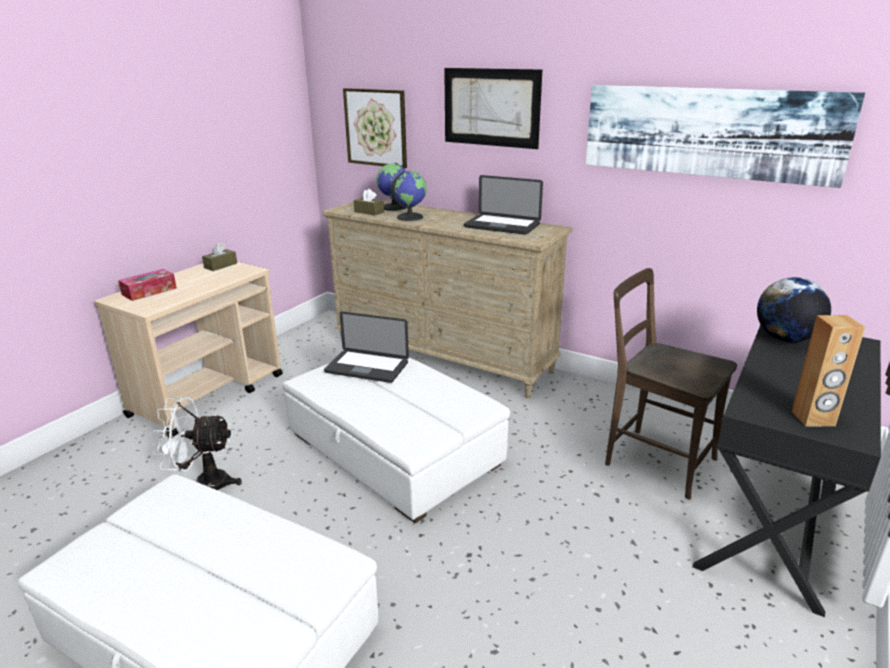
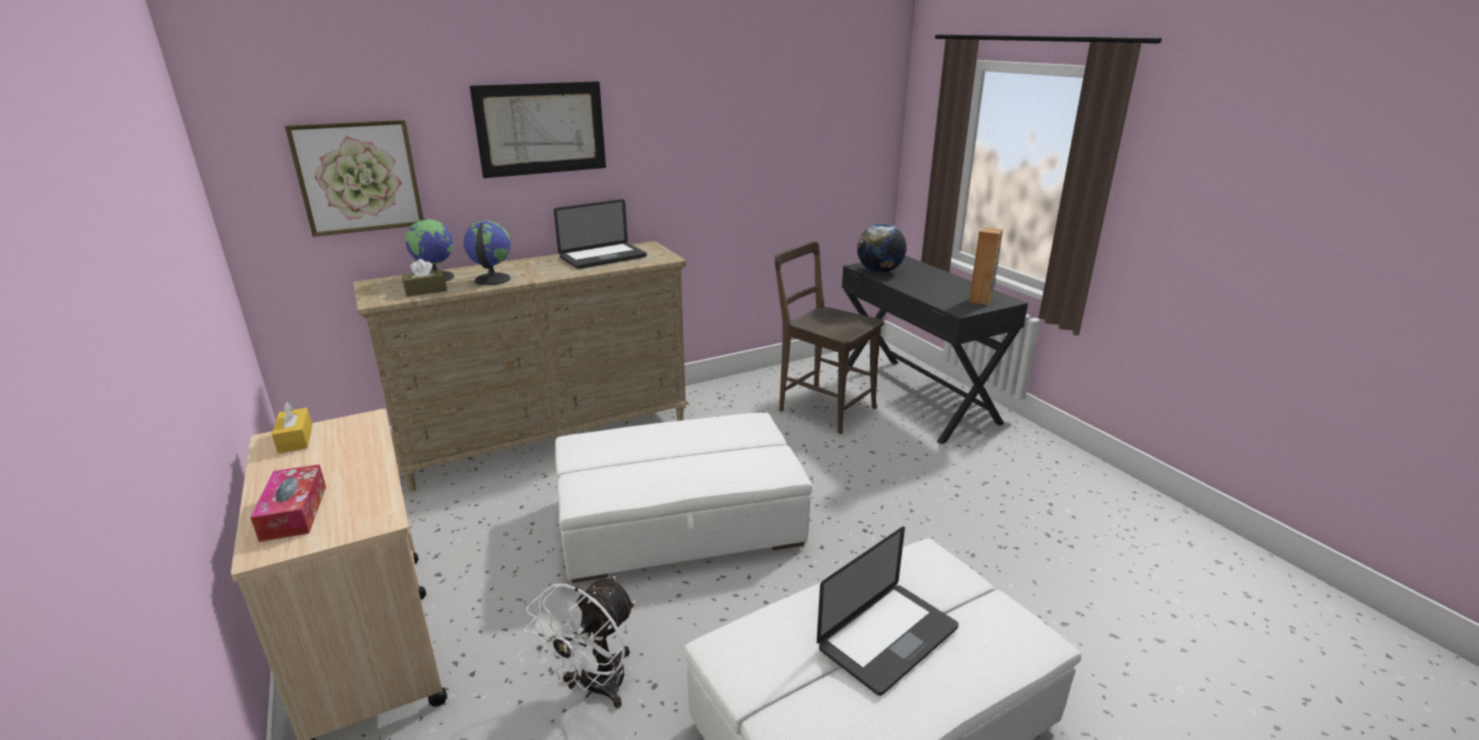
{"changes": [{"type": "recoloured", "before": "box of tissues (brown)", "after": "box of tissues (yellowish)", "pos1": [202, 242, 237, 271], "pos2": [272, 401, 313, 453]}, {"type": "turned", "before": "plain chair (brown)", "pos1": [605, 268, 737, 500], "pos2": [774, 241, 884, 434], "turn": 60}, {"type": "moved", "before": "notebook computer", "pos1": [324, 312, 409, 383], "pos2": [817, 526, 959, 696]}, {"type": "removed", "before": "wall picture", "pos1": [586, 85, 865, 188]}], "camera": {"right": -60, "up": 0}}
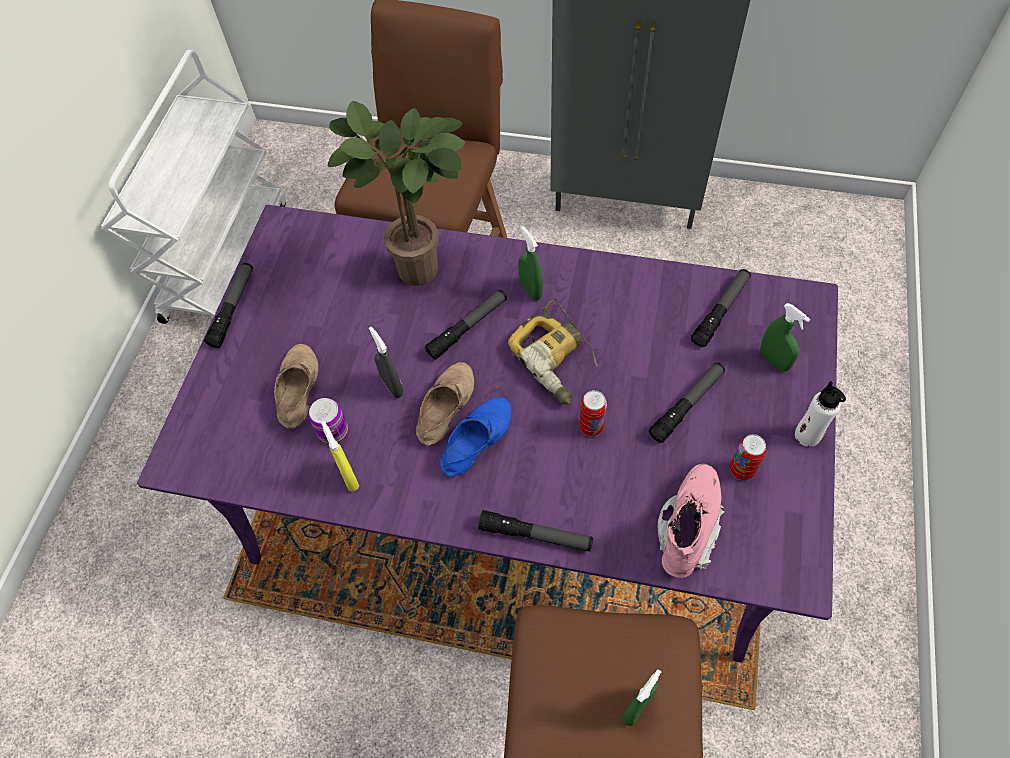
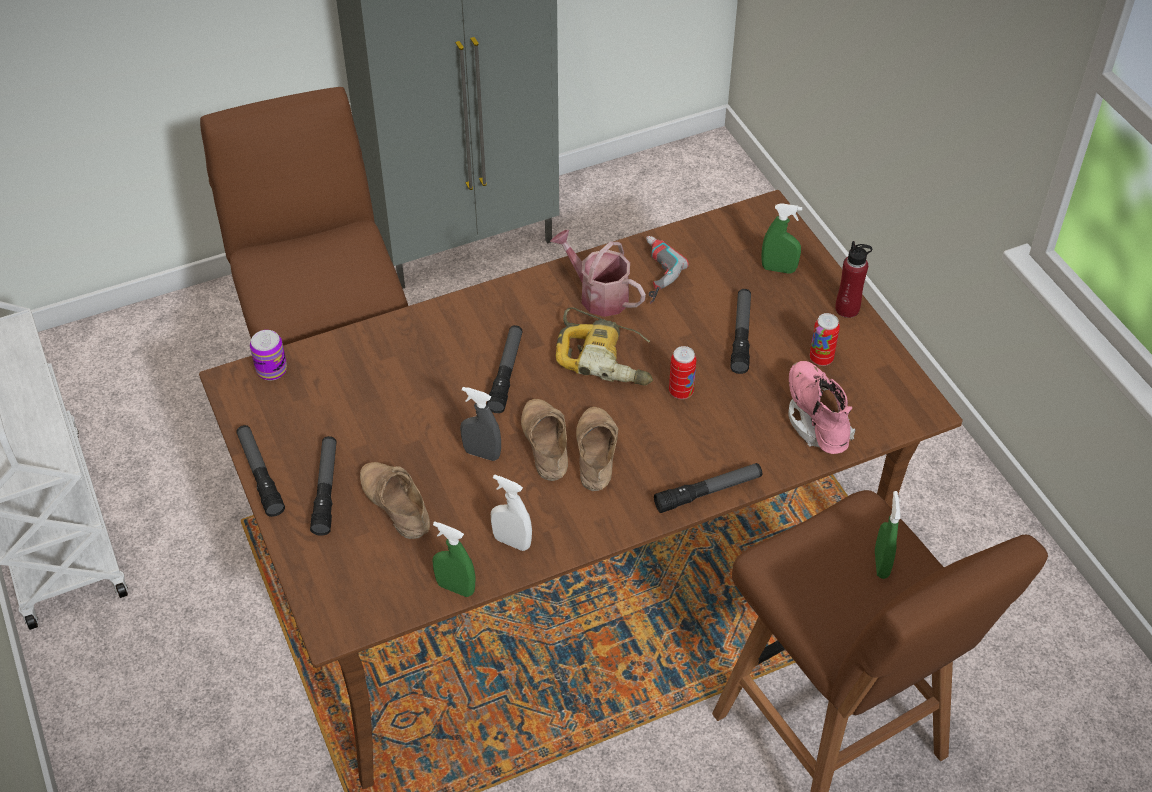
{"changes": [{"type": "recoloured", "before": "dining table (purplish)", "after": "dining table (brown)", "pos1": [137, 205, 838, 663], "pos2": [199, 190, 963, 789]}, {"type": "moved", "before": "can", "pos1": [308, 398, 348, 444], "pos2": [250, 330, 287, 381]}, {"type": "moved", "before": "hand torch", "pos1": [691, 269, 751, 347], "pos2": [310, 436, 337, 536]}, {"type": "moved", "before": "spray bottle (green)", "pos1": [518, 226, 543, 300], "pos2": [433, 521, 475, 597]}, {"type": "recoloured", "before": "spray bottle (yellowish)", "after": "spray bottle (white)", "pos1": [321, 421, 359, 492], "pos2": [491, 475, 532, 551]}, {"type": "added", "after": "watering can", "pos2": [550, 230, 646, 317]}, {"type": "recoloured", "before": "shoe (blue)", "after": "shoe (beige-coloured)", "pos1": [440, 397, 512, 477], "pos2": [576, 407, 618, 491]}, {"type": "added", "after": "power drill", "pos2": [646, 236, 689, 304]}, {"type": "recoloured", "before": "beverage bottle (white)", "after": "beverage bottle (red-coloured)", "pos1": [795, 381, 846, 447], "pos2": [835, 241, 872, 318]}, {"type": "removed", "before": "houseplant", "pos1": [327, 101, 465, 286]}], "camera": {"right": -40, "up": -10}}
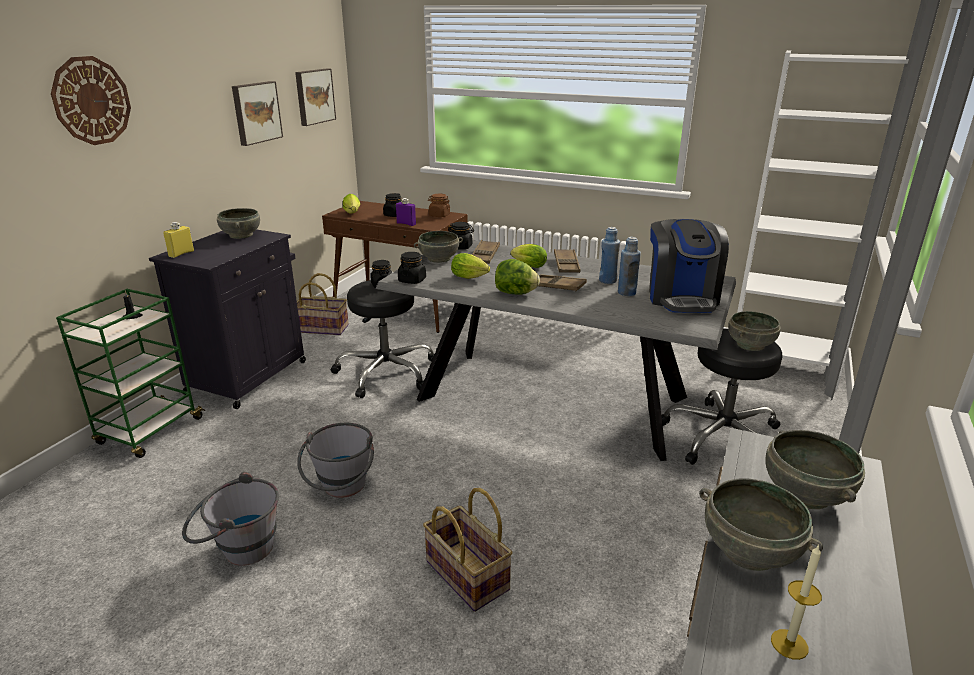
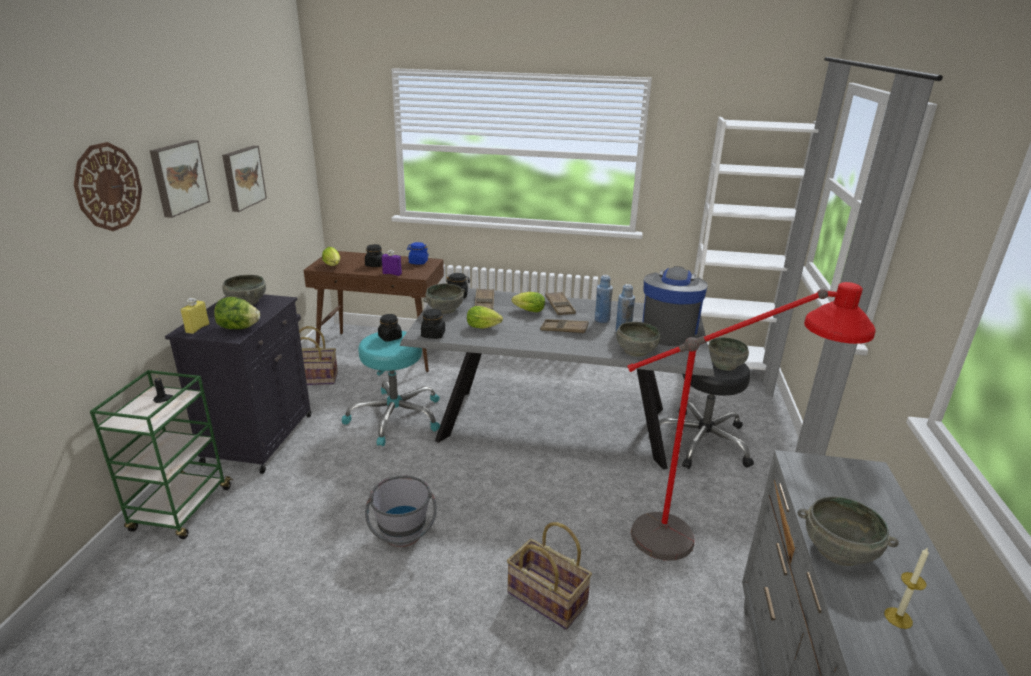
{"changes": [{"type": "moved", "before": "wall picture", "pos1": [295, 68, 336, 126], "pos2": [150, 140, 210, 218]}, {"type": "moved", "before": "lettuce", "pos1": [495, 259, 540, 295], "pos2": [214, 297, 260, 329]}, {"type": "recoloured", "before": "stool seat (black)", "after": "stool seat (turquoise-coloured)", "pos1": [331, 280, 435, 398], "pos2": [342, 331, 440, 446]}, {"type": "recoloured", "before": "preserve jar (brown)", "after": "preserve jar (blue)", "pos1": [428, 194, 450, 217], "pos2": [407, 242, 429, 265]}, {"type": "moved", "before": "serving bowl (gray)", "pos1": [765, 430, 865, 509], "pos2": [616, 322, 660, 357]}, {"type": "added", "after": "floor lamp (red-coloured)", "pos2": [627, 282, 875, 561]}, {"type": "turned", "before": "coffee machine", "pos1": [649, 219, 729, 313], "pos2": [642, 266, 708, 346], "turn": -150}, {"type": "removed", "before": "bucket (gray)", "pos1": [182, 472, 279, 566]}], "camera": {"right": -15, "up": 0}}
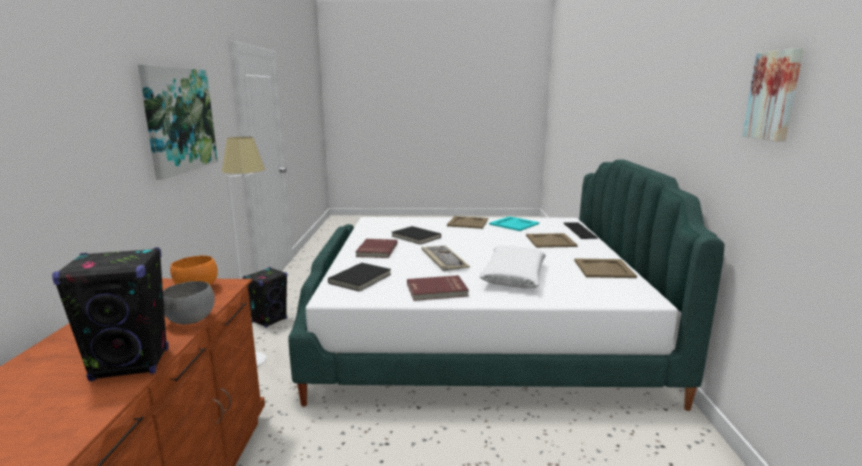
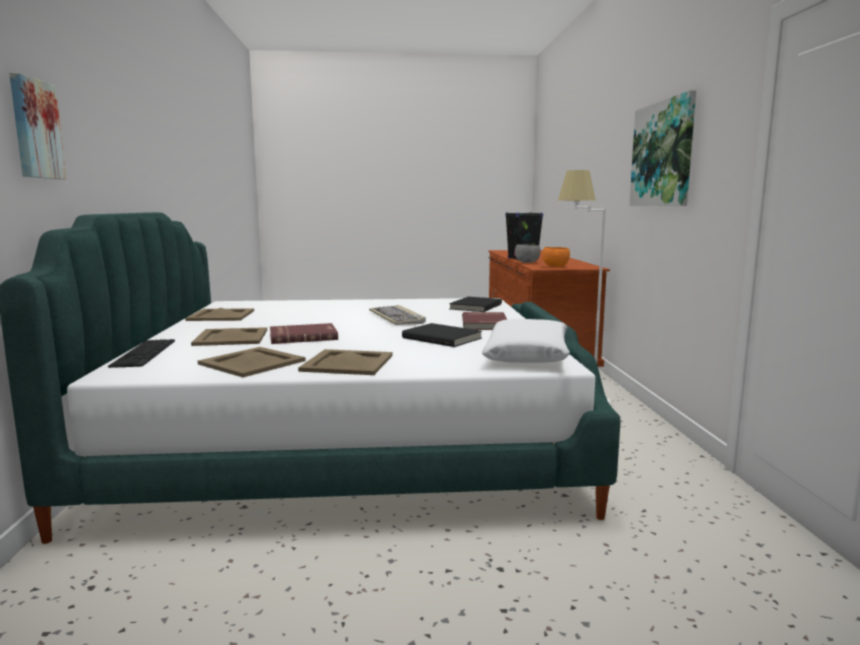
{"changes": [{"type": "moved", "before": "wall picture", "pos1": [742, 48, 804, 142], "pos2": [9, 73, 66, 179]}, {"type": "recoloured", "before": "carrying tray (turquoise-coloured)", "after": "carrying tray (beige-coloured)", "pos1": [489, 216, 539, 231], "pos2": [198, 347, 306, 377]}, {"type": "moved", "before": "bound book (red-coloured)", "pos1": [407, 275, 469, 301], "pos2": [270, 323, 338, 344]}, {"type": "moved", "before": "pillow (white)", "pos1": [479, 246, 546, 288], "pos2": [482, 319, 570, 363]}, {"type": "removed", "before": "speaker (black)", "pos1": [243, 267, 288, 328]}], "camera": {"right": 175, "up": -5}}
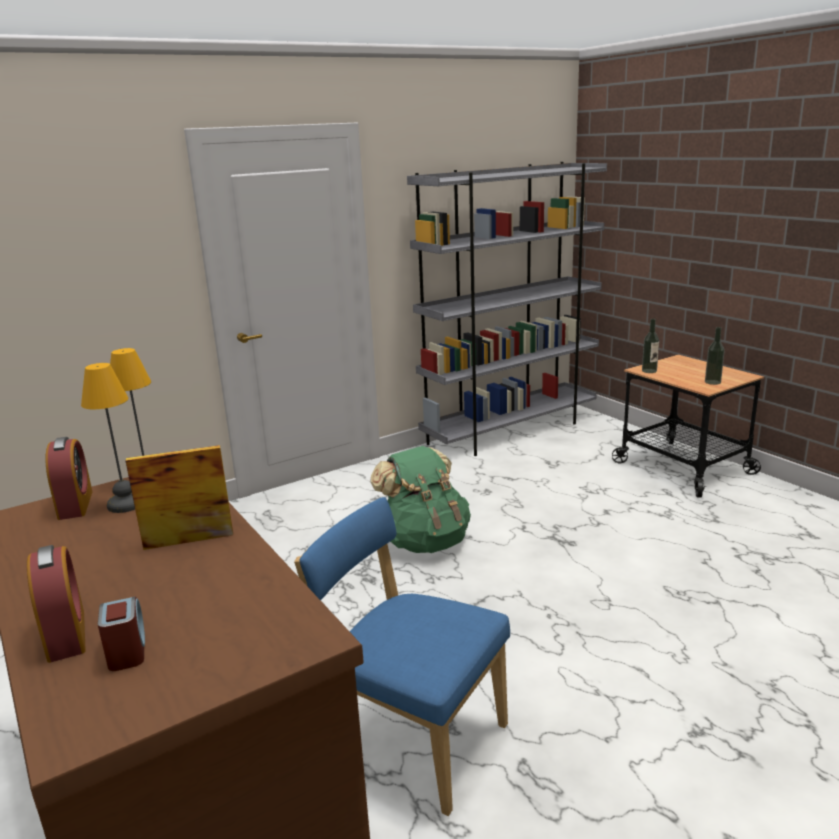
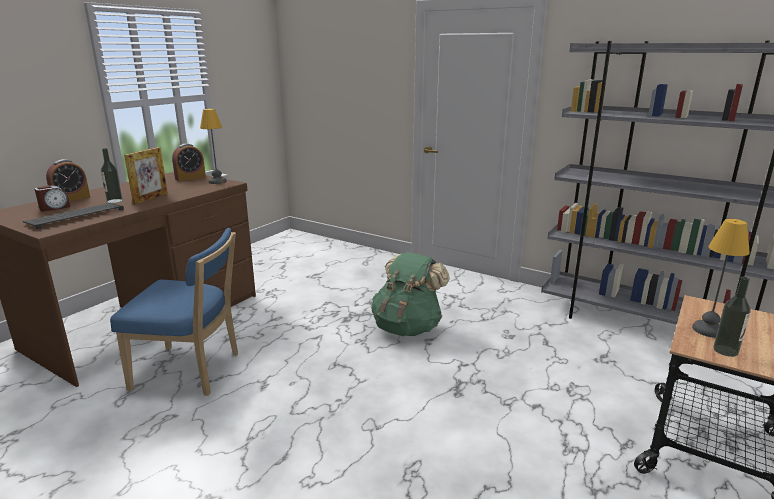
{"changes": [{"type": "added", "after": "PC keyboard", "pos2": [22, 203, 124, 229]}, {"type": "moved", "before": "beverage bottle", "pos1": [642, 319, 659, 373], "pos2": [101, 148, 123, 203]}, {"type": "turned", "before": "plain chair (blue)", "pos1": [294, 497, 510, 816], "pos2": [110, 228, 238, 396], "turn": 90}, {"type": "turned", "before": "photo frame", "pos1": [125, 445, 233, 550], "pos2": [124, 147, 168, 204], "turn": 60}, {"type": "moved", "before": "table lamp", "pos1": [81, 363, 135, 513], "pos2": [692, 219, 750, 338]}], "camera": {"right": 65, "up": 0}}
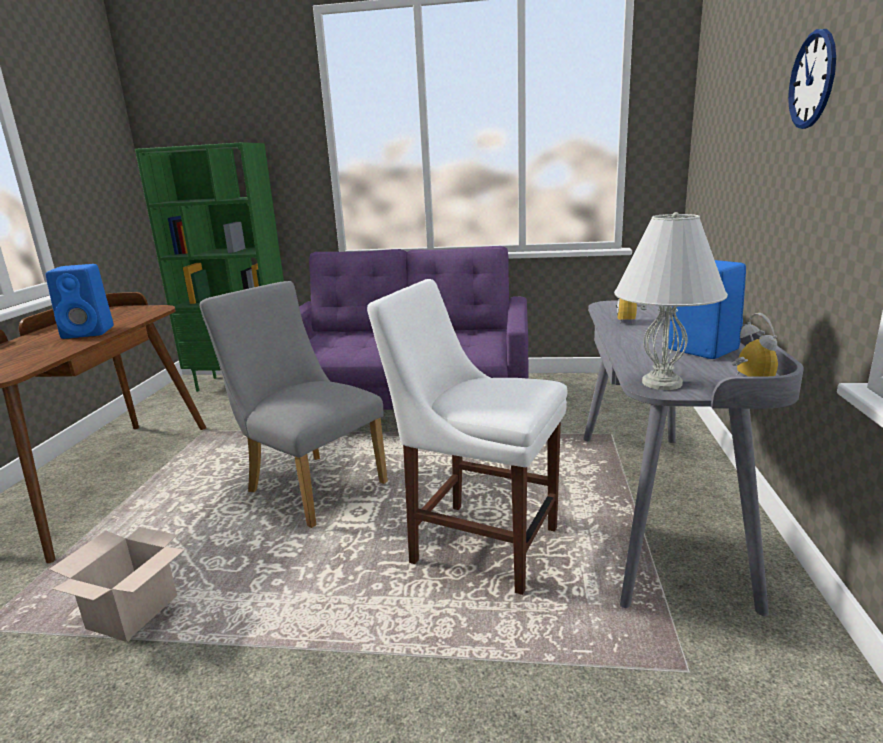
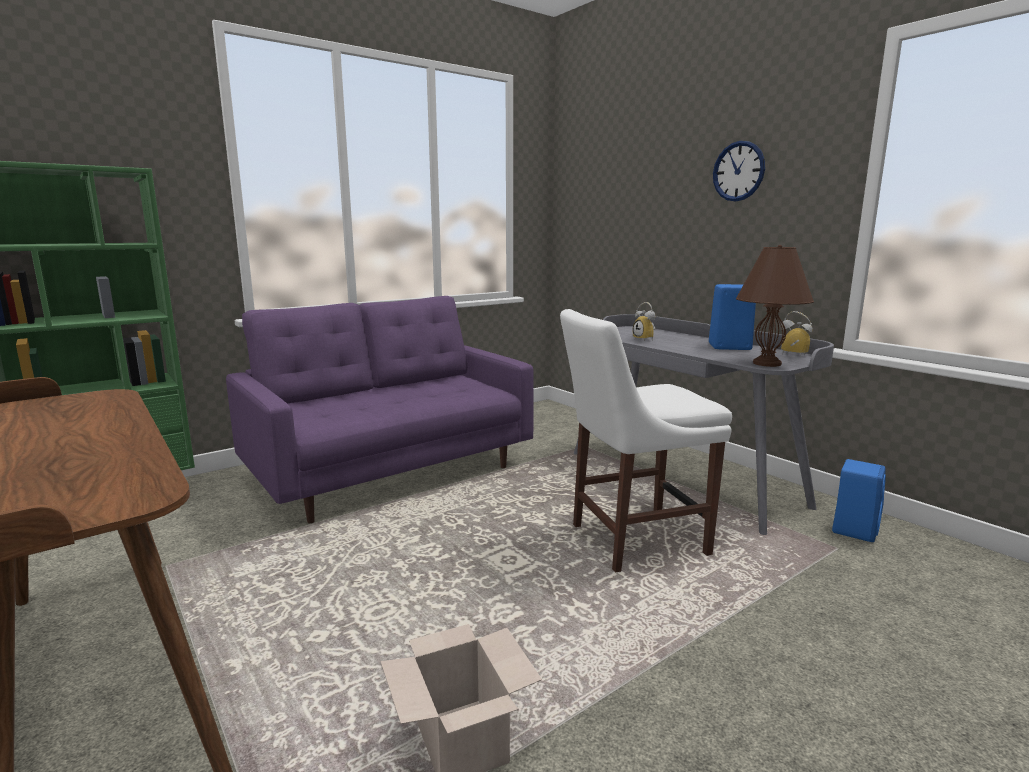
{"changes": [{"type": "recoloured", "before": "table lamp (white)", "after": "table lamp (brown)", "pos1": [614, 212, 728, 390], "pos2": [736, 245, 814, 367]}, {"type": "moved", "before": "speaker (blue)", "pos1": [46, 264, 114, 339], "pos2": [832, 459, 886, 542]}, {"type": "removed", "before": "plain chair (gray)", "pos1": [199, 281, 388, 528]}], "camera": {"right": -45, "up": -5}}
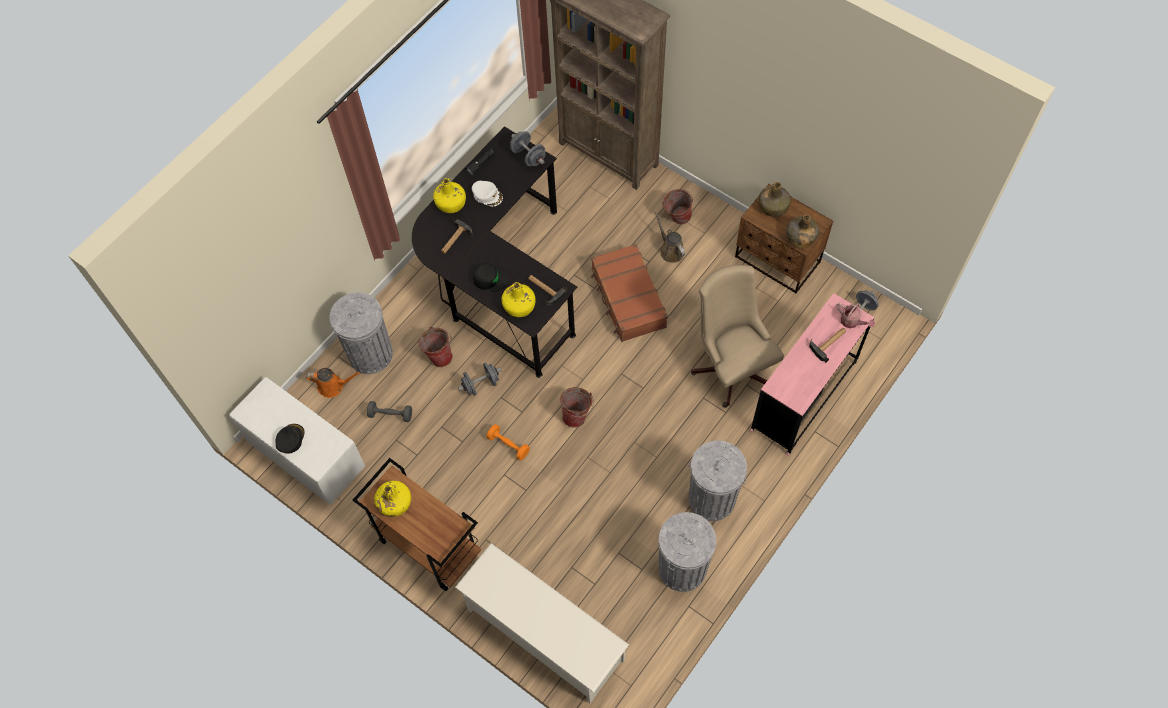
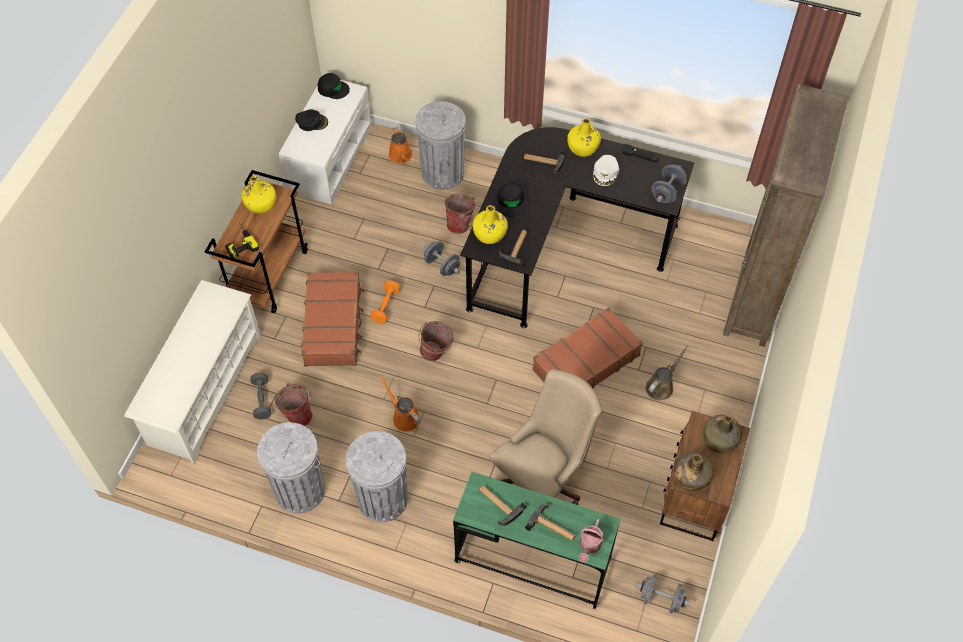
{"changes": [{"type": "added", "after": "power drill", "pos2": [225, 222, 259, 258]}, {"type": "moved", "before": "free weight (gray)", "pos1": [367, 401, 412, 422], "pos2": [250, 373, 271, 420]}, {"type": "moved", "before": "bucket", "pos1": [662, 189, 693, 224], "pos2": [275, 383, 313, 426]}, {"type": "added", "after": "suitcase (brown)", "pos2": [301, 272, 364, 366]}, {"type": "added", "after": "peaked cap (black)", "pos2": [318, 73, 350, 99]}, {"type": "added", "after": "watering can (orangey)", "pos2": [380, 375, 420, 432]}, {"type": "recoloured", "before": "desk (pinkish)", "after": "desk (green)", "pos1": [750, 293, 874, 456], "pos2": [453, 472, 621, 609]}, {"type": "added", "after": "tool hammer", "pos2": [479, 485, 526, 526]}], "camera": {"right": 70, "up": -5}}
